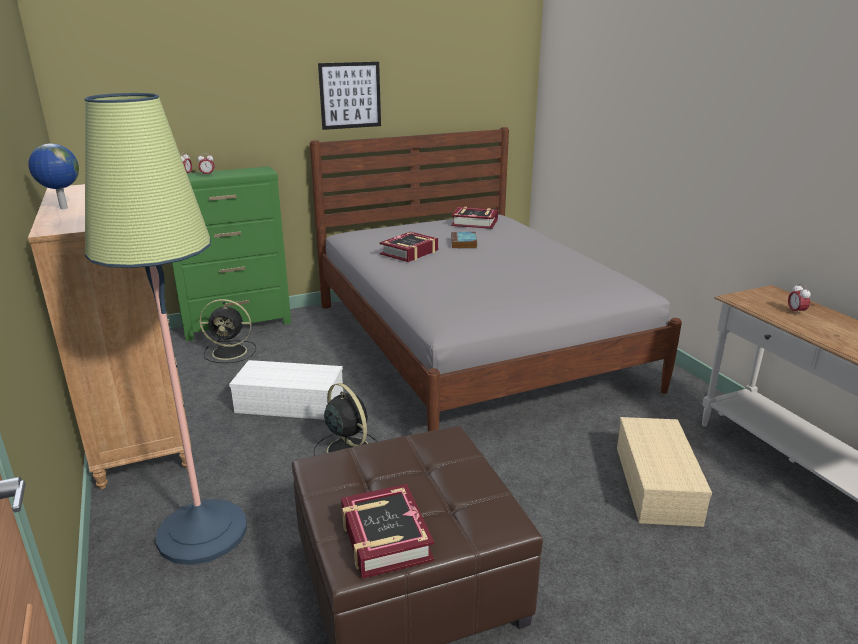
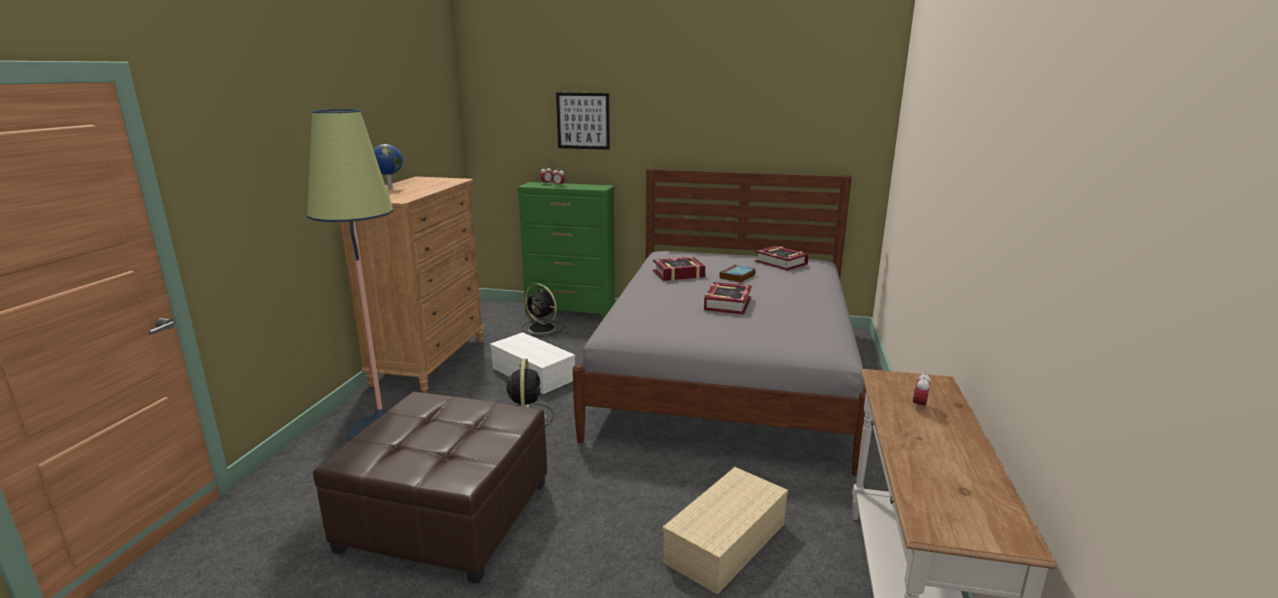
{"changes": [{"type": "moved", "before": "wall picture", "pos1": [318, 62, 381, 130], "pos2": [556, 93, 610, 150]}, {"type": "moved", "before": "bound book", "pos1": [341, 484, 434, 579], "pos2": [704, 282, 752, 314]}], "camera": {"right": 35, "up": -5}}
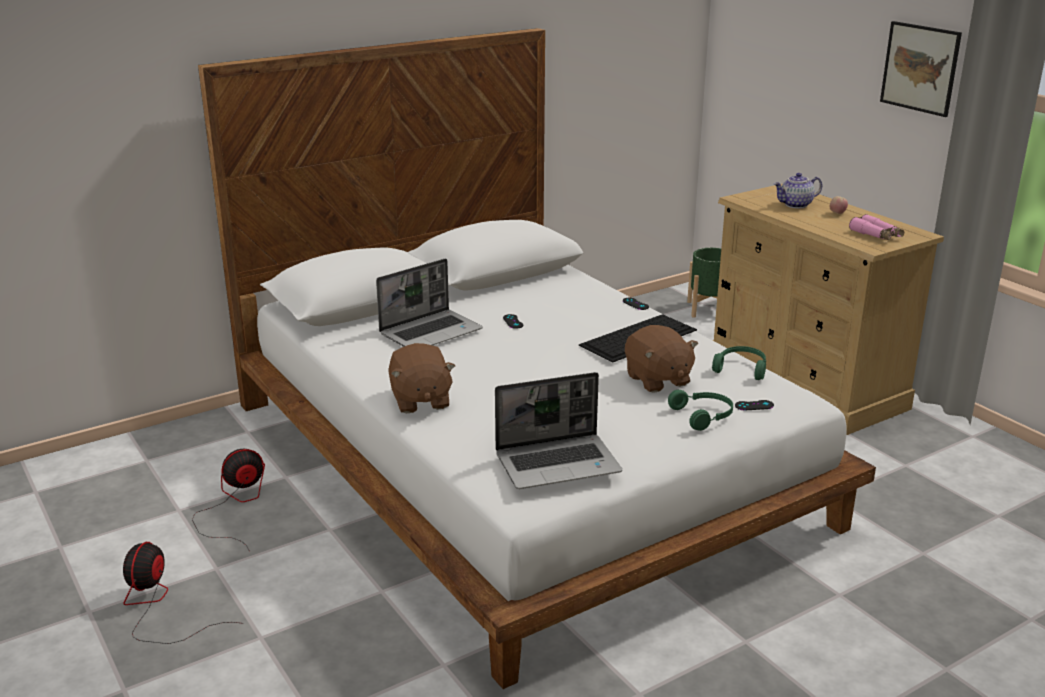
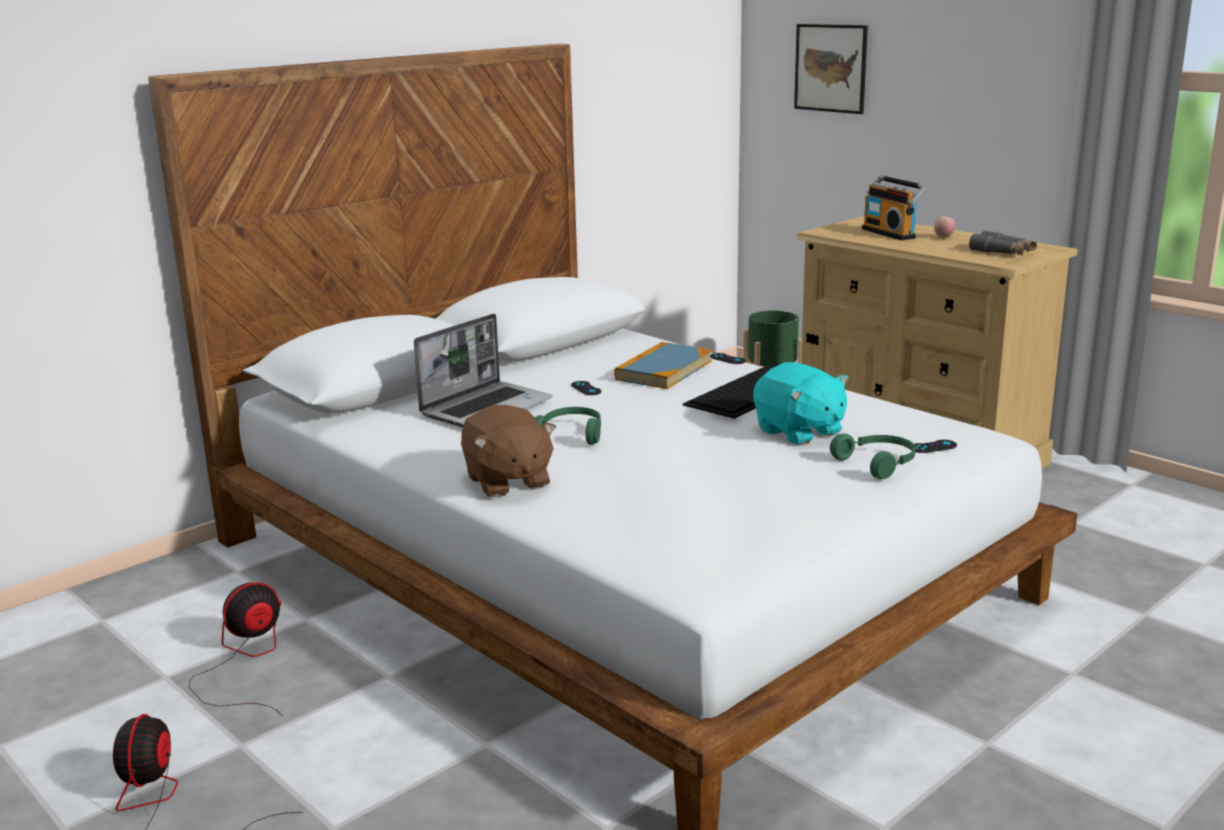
{"changes": [{"type": "moved", "before": "headphones (green)", "pos1": [712, 346, 766, 380], "pos2": [534, 407, 601, 445]}, {"type": "added", "after": "bound book", "pos2": [614, 342, 712, 389]}, {"type": "recoloured", "before": "plush toy (brown)", "after": "plush toy (turquoise-coloured)", "pos1": [625, 325, 698, 393], "pos2": [753, 362, 849, 445]}, {"type": "moved", "before": "wall picture", "pos1": [880, 21, 962, 117], "pos2": [794, 24, 868, 114]}, {"type": "replaced", "before": "tea pot", "after": "radio set", "pos1": [774, 173, 822, 208], "pos2": [862, 175, 926, 241]}, {"type": "recoloured", "before": "binoculars (pinkish)", "after": "binoculars (gray)", "pos1": [849, 214, 904, 240], "pos2": [969, 230, 1037, 254]}, {"type": "removed", "before": "notebook computer", "pos1": [495, 372, 622, 489]}], "camera": {"right": -10, "up": -5}}
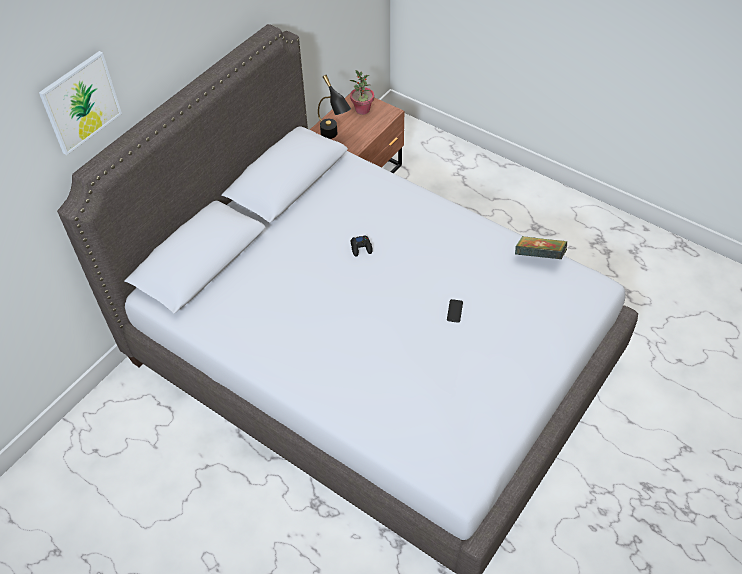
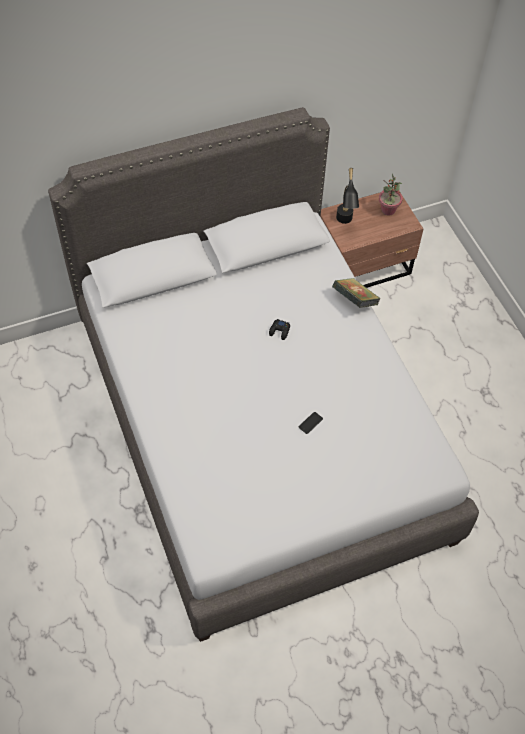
{"changes": [{"type": "moved", "before": "bound book", "pos1": [515, 236, 567, 259], "pos2": [332, 278, 381, 308]}, {"type": "removed", "before": "wall picture", "pos1": [39, 51, 122, 155]}], "camera": {"right": 30, "up": 5}}
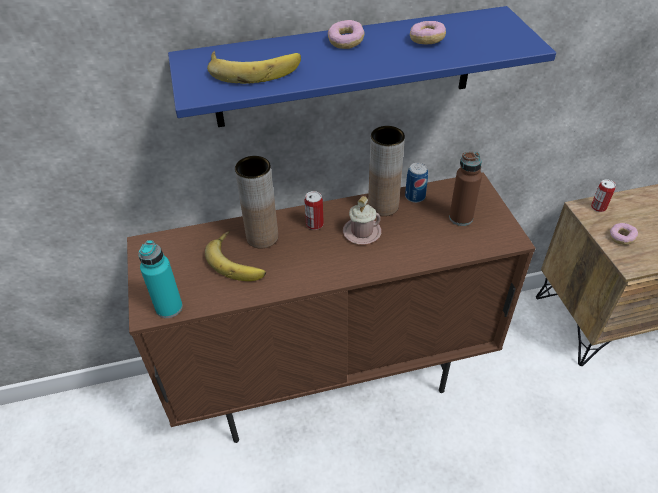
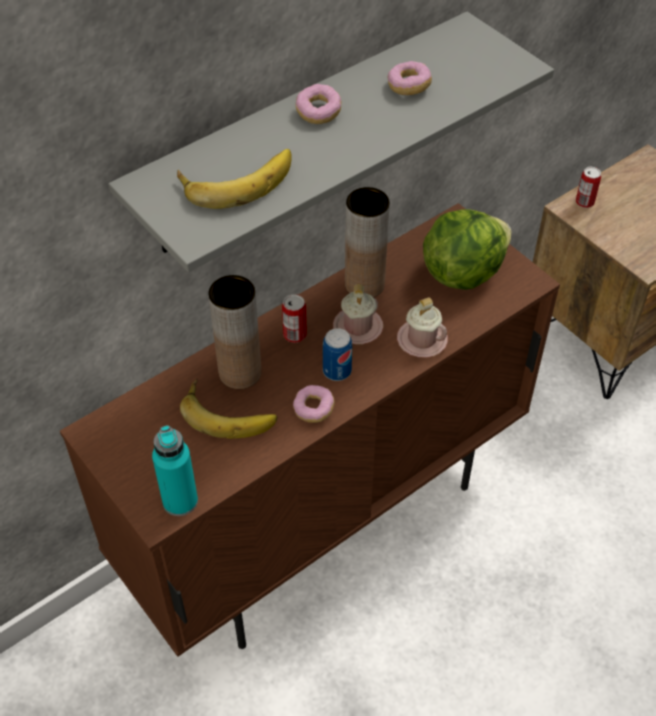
{"changes": [{"type": "recoloured", "before": "bracket shelf (blue)", "after": "bracket shelf (gray)", "pos1": [168, 6, 556, 127], "pos2": [109, 12, 554, 272]}, {"type": "moved", "before": "doughnut", "pos1": [609, 223, 638, 245], "pos2": [293, 385, 335, 423]}, {"type": "moved", "before": "can", "pos1": [405, 163, 428, 203], "pos2": [323, 328, 352, 381]}, {"type": "added", "after": "mug (pinkish)", "pos2": [397, 297, 448, 358]}, {"type": "replaced", "before": "beverage bottle (brown)", "after": "lettuce", "pos1": [449, 152, 482, 226], "pos2": [423, 209, 512, 290]}], "camera": {"right": -25, "up": 5}}
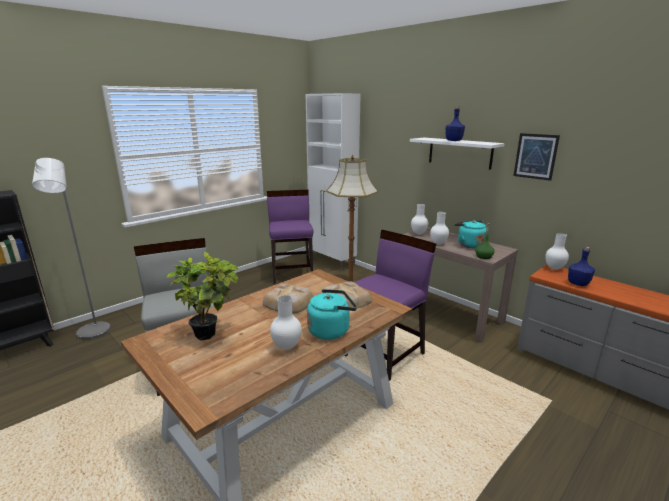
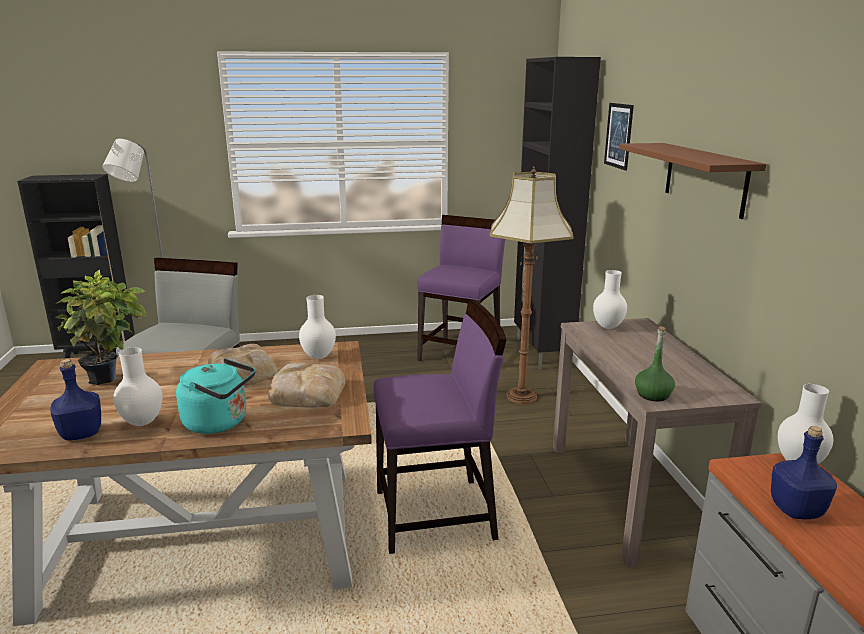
{"changes": [{"type": "moved", "before": "beverage bottle (blue)", "pos1": [446, 106, 465, 141], "pos2": [50, 359, 101, 440]}, {"type": "moved", "before": "decorative vase (white)", "pos1": [430, 212, 449, 245], "pos2": [299, 295, 336, 359]}, {"type": "recoloured", "before": "storage cabinet (white)", "after": "storage cabinet (black)", "pos1": [306, 93, 361, 271], "pos2": [514, 57, 601, 370]}, {"type": "moved", "before": "wall picture", "pos1": [514, 133, 560, 181], "pos2": [604, 103, 634, 171]}, {"type": "recoloured", "before": "bracket shelf (white)", "after": "bracket shelf (brown)", "pos1": [410, 138, 505, 170], "pos2": [619, 143, 766, 219]}, {"type": "removed", "before": "tea kettle (turquoise-coloured)", "pos1": [454, 220, 486, 248]}], "camera": {"right": 35, "up": 0}}
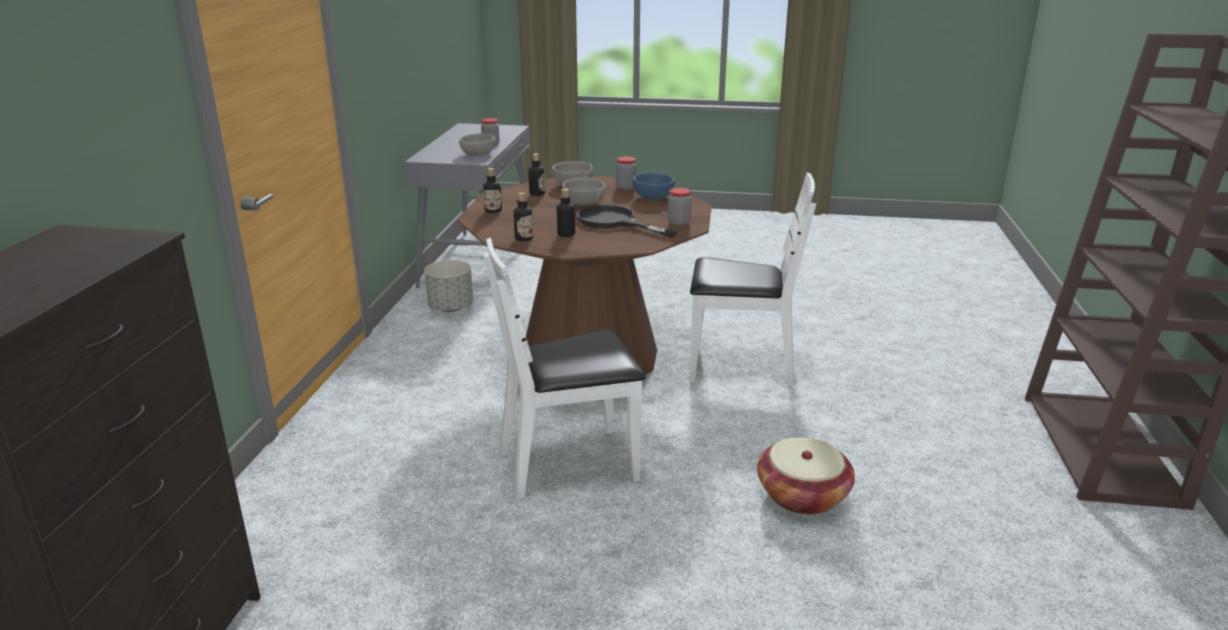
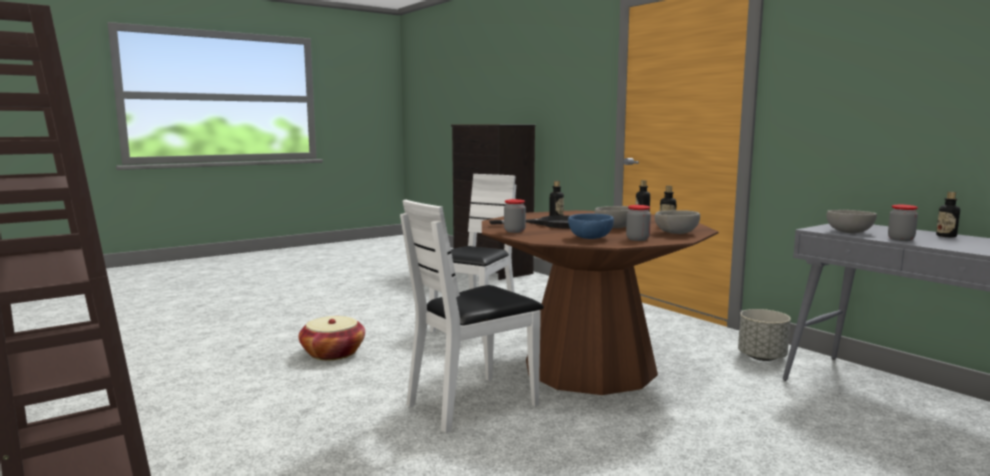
{"changes": [{"type": "moved", "before": "beverage bottle", "pos1": [514, 192, 533, 241], "pos2": [936, 192, 960, 237]}], "camera": {"right": 135, "up": -15}}
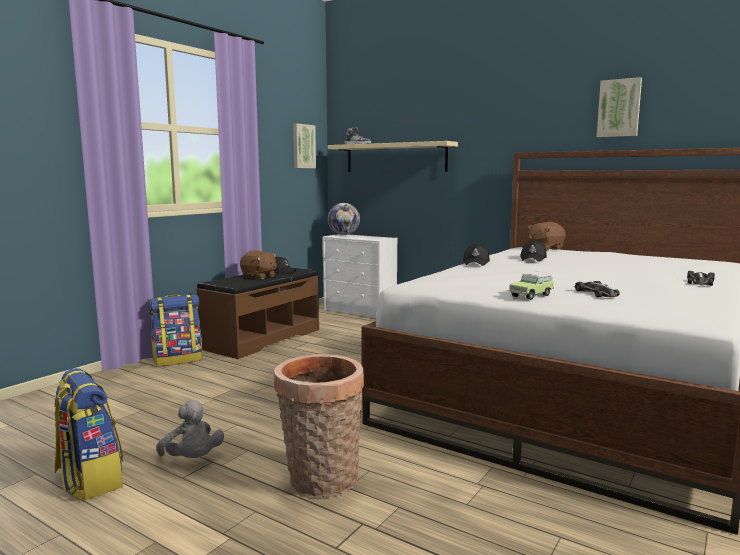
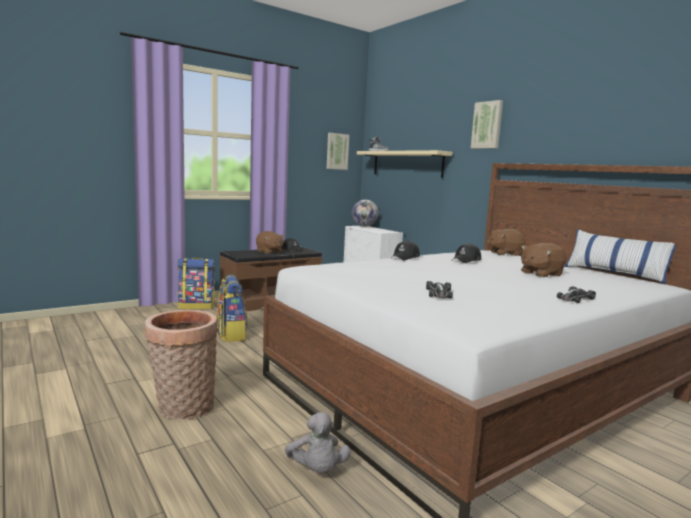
{"changes": [{"type": "moved", "before": "backpack", "pos1": [55, 368, 124, 501], "pos2": [217, 275, 248, 342]}, {"type": "moved", "before": "plush toy (gray)", "pos1": [156, 400, 224, 458], "pos2": [285, 412, 351, 473]}, {"type": "moved", "before": "wall picture", "pos1": [597, 77, 642, 138], "pos2": [471, 100, 503, 149]}, {"type": "added", "after": "plush toy (brown)", "pos2": [521, 243, 567, 277]}, {"type": "added", "after": "pillow", "pos2": [564, 229, 676, 284]}, {"type": "removed", "before": "miniature car", "pos1": [509, 272, 554, 300]}], "camera": {"right": 20, "up": 0}}
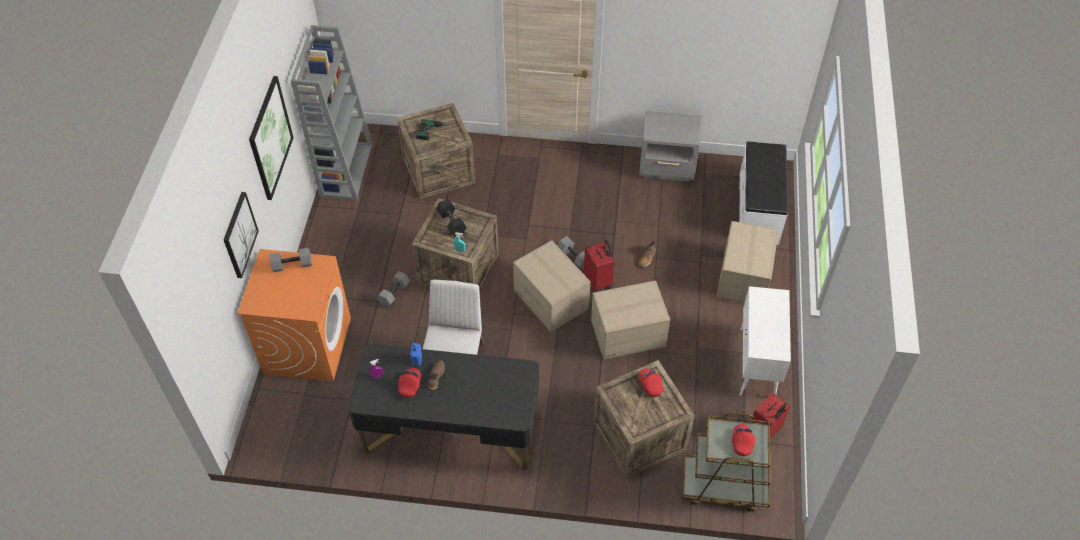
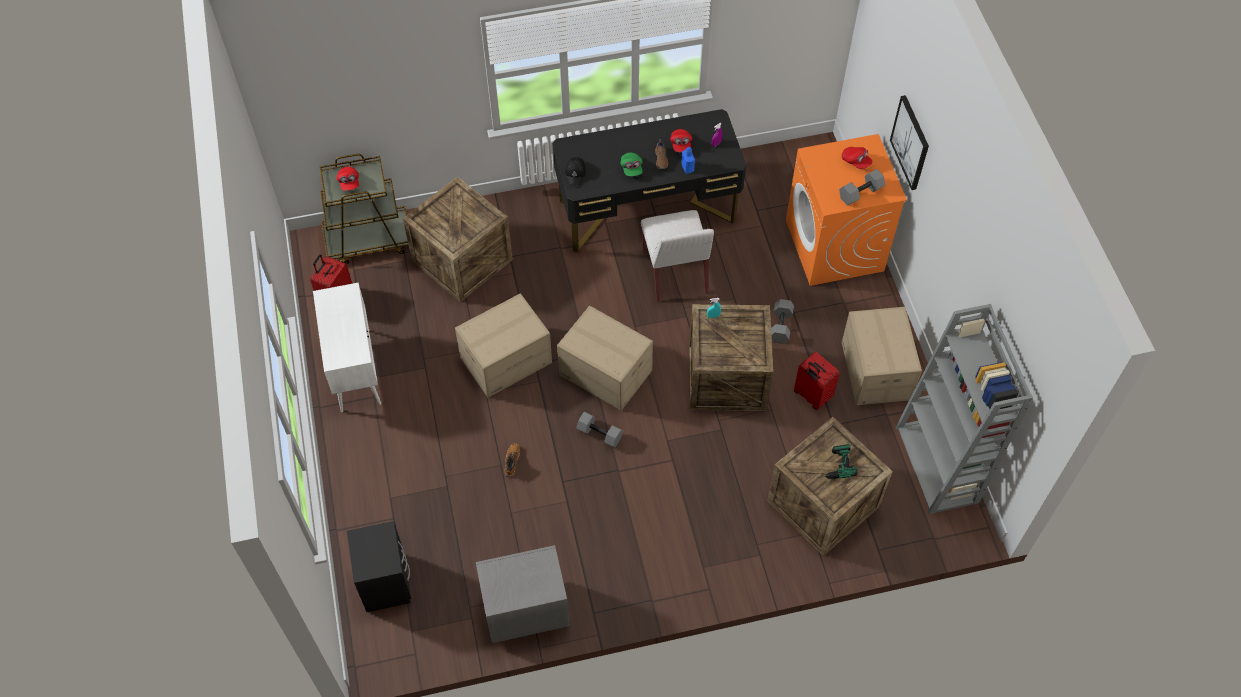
{"changes": [{"type": "replaced", "before": "bench (white)", "after": "bedside table (black)", "pos1": [739, 141, 788, 245], "pos2": [347, 521, 411, 612]}, {"type": "added", "after": "peaked cap (black)", "pos2": [565, 157, 586, 186]}, {"type": "added", "after": "peaked cap (green)", "pos2": [620, 152, 643, 176]}, {"type": "moved", "before": "suitcase (red-coloured)", "pos1": [584, 240, 614, 292], "pos2": [794, 352, 840, 410]}, {"type": "moved", "before": "peaked cap (red-coloured)", "pos1": [638, 368, 664, 397], "pos2": [842, 147, 873, 169]}, {"type": "moved", "before": "cardboard box", "pos1": [716, 221, 779, 303], "pos2": [842, 307, 922, 405]}, {"type": "removed", "before": "wall picture", "pos1": [249, 76, 294, 200]}, {"type": "removed", "before": "free weight (black)", "pos1": [436, 199, 466, 237]}], "camera": {"right": 160, "up": 5}}
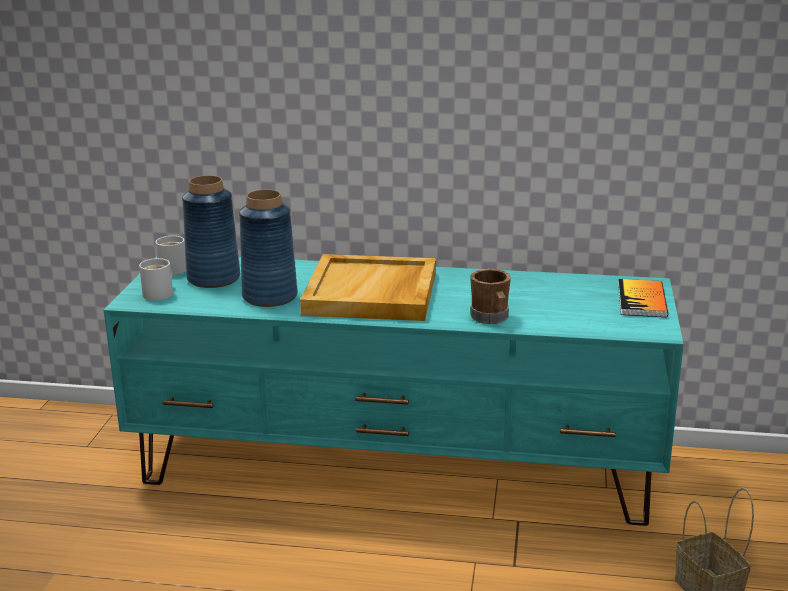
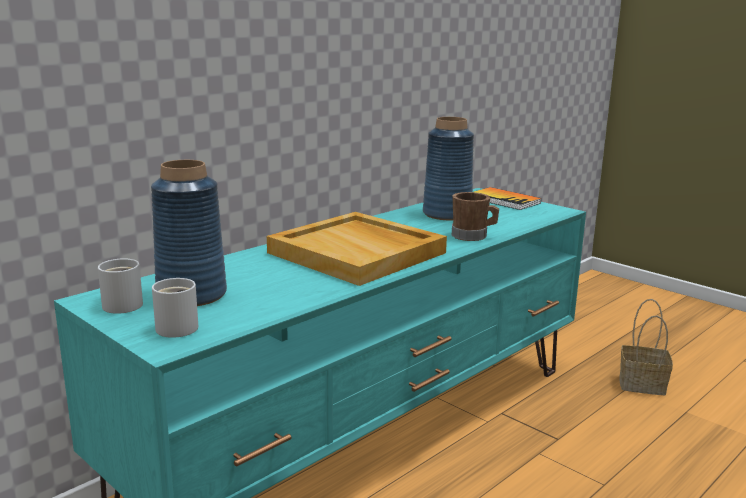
{"changes": [{"type": "moved", "before": "decorative vase (blue)", "pos1": [239, 190, 298, 307], "pos2": [423, 117, 474, 220]}], "camera": {"right": -55, "up": -5}}
